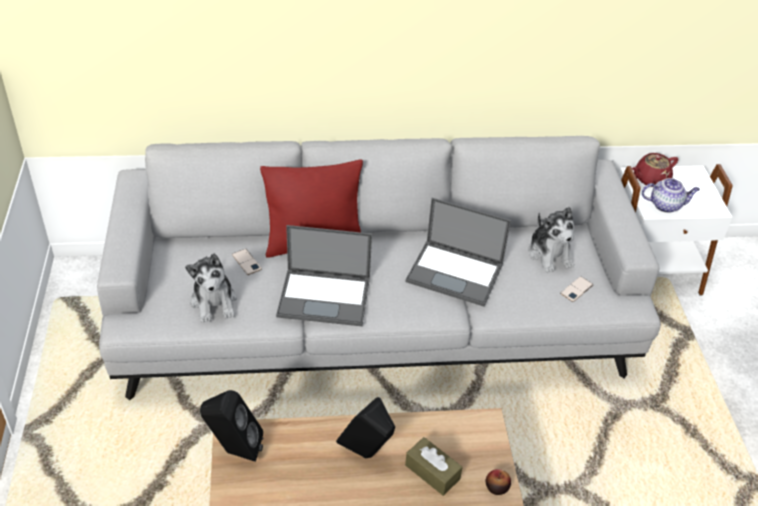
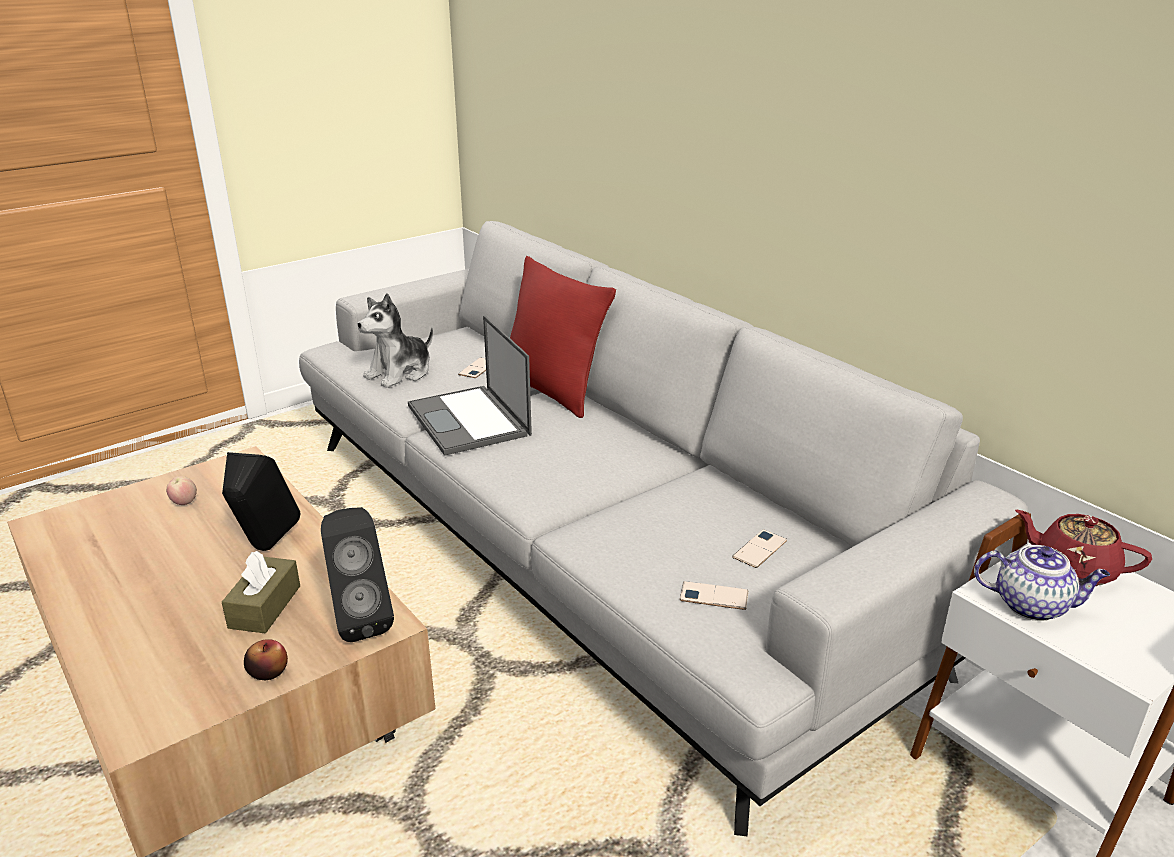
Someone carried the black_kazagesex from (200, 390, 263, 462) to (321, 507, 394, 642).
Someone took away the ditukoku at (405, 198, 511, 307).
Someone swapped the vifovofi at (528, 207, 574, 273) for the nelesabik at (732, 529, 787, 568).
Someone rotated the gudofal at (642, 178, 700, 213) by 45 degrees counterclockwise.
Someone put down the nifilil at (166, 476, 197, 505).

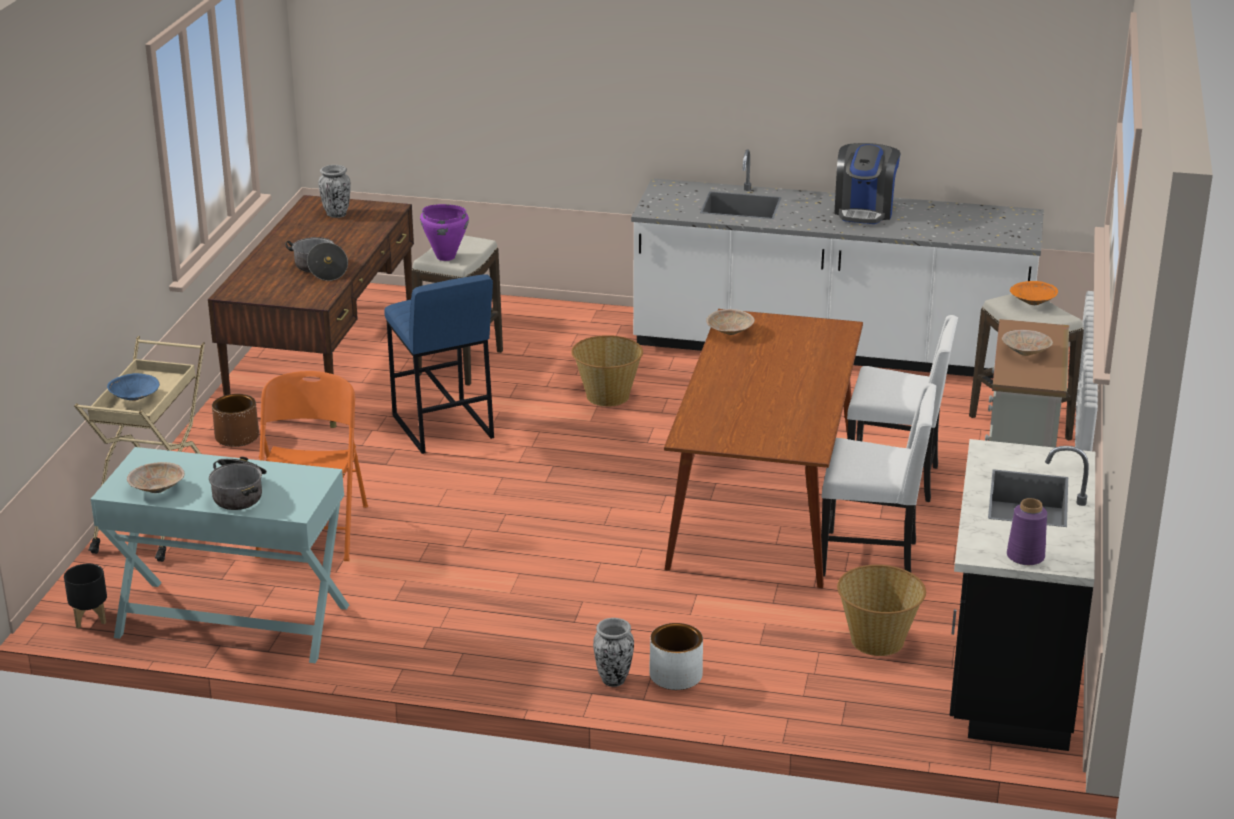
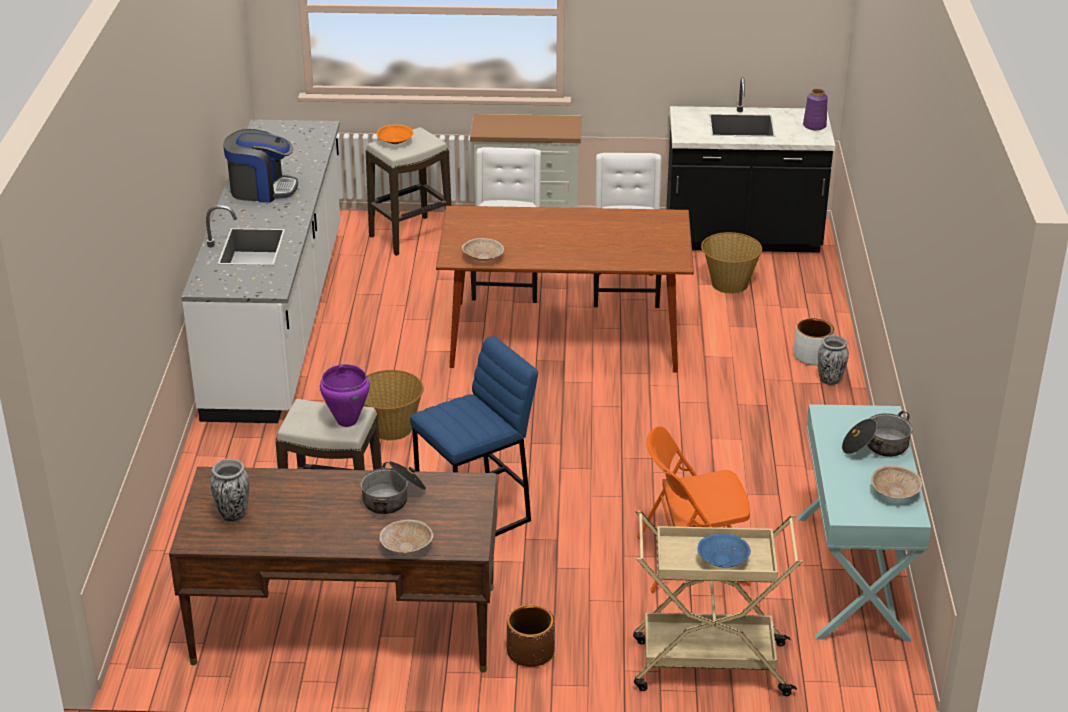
Someone took away the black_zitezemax at (64, 564, 107, 629).
Someone carried the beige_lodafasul from (1002, 330, 1053, 356) to (379, 520, 433, 553).

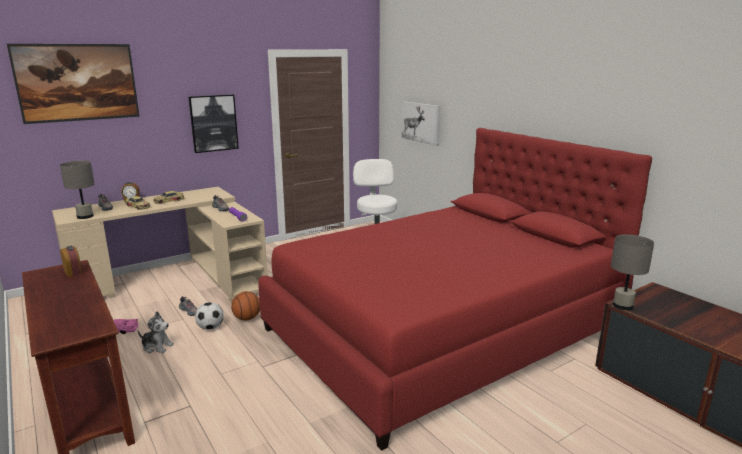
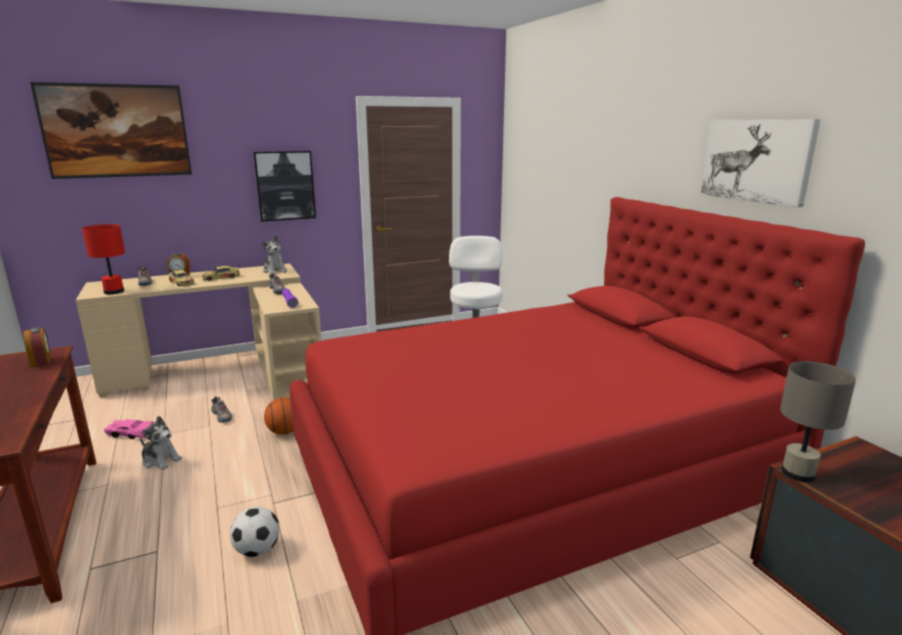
Someone repainted the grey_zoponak at (60, 161, 95, 219), which became the red_zoponak at (82, 224, 125, 294).
Someone carried the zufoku from (195, 302, 224, 330) to (230, 507, 280, 557).
Someone carried the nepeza from (402, 102, 441, 146) to (701, 119, 821, 208).
Someone put down the vifovofi at (261, 235, 287, 275).

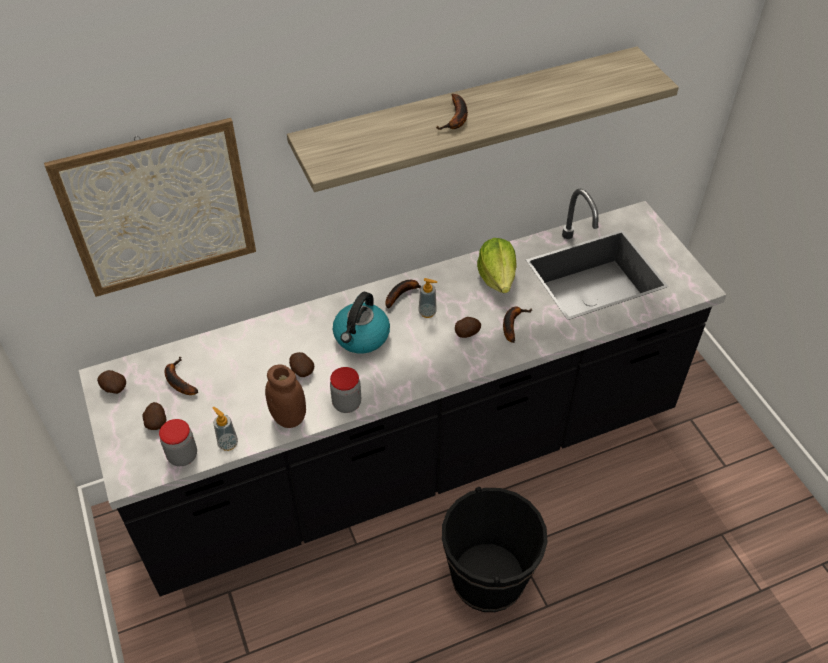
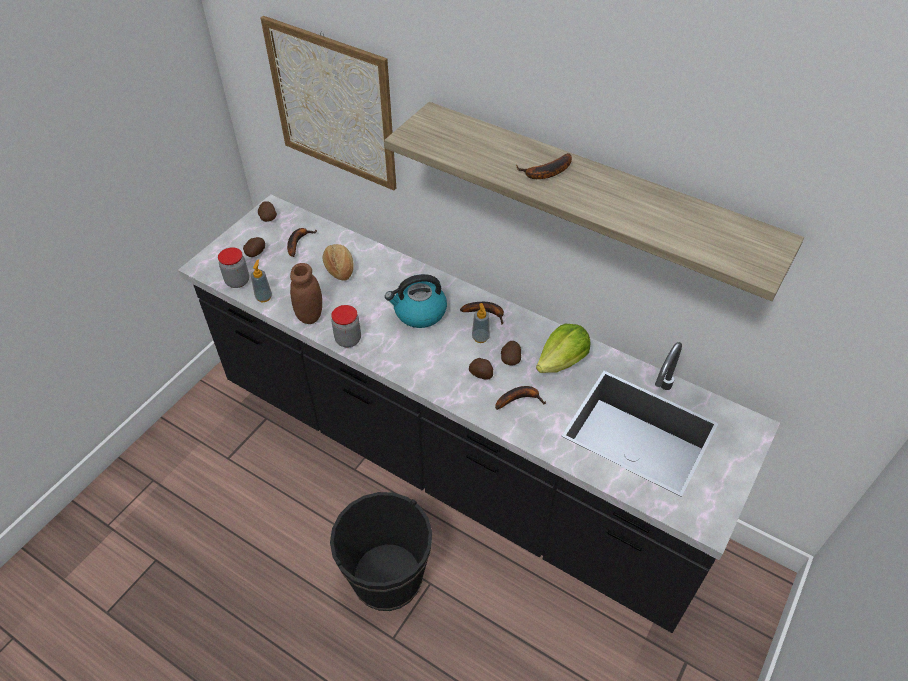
Someone carried the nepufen from (289, 352, 314, 377) to (501, 341, 521, 366).
Someone put down the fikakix at (323, 244, 354, 281).

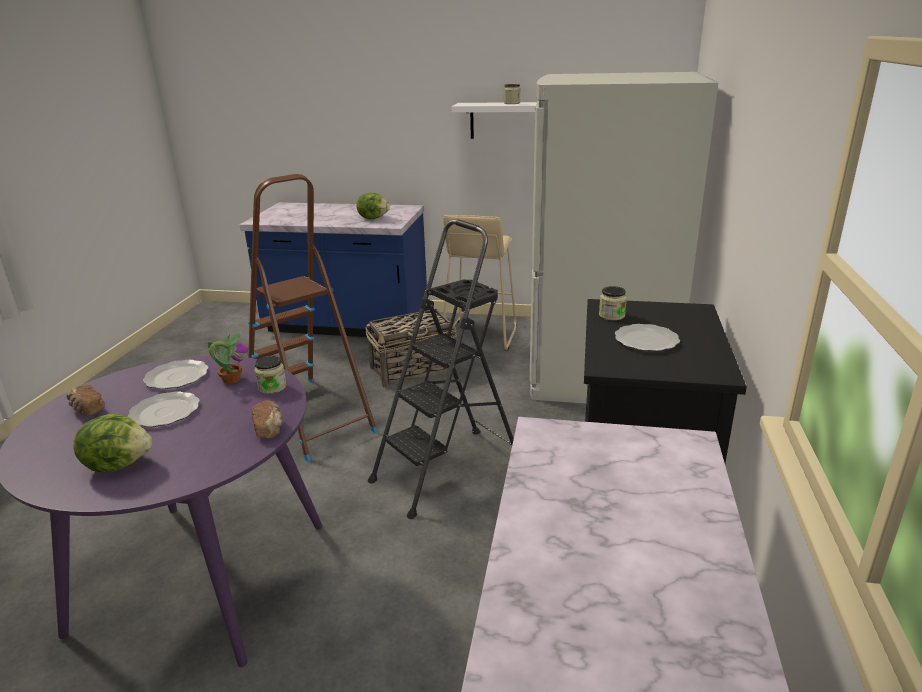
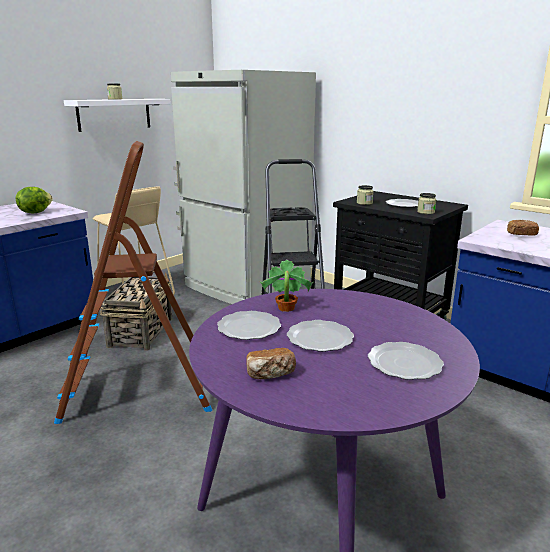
Someone swapped the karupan at (73, 413, 152, 472) for the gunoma at (368, 342, 444, 380).
Someone carried the fikakix from (251, 400, 283, 438) to (507, 220, 539, 236).
Someone carried the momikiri from (254, 356, 287, 394) to (417, 193, 436, 214).

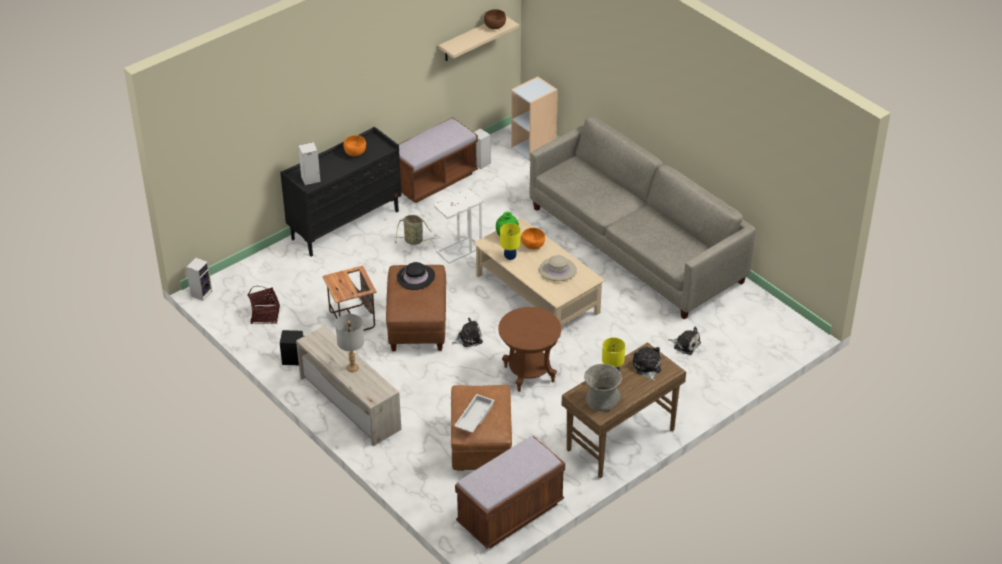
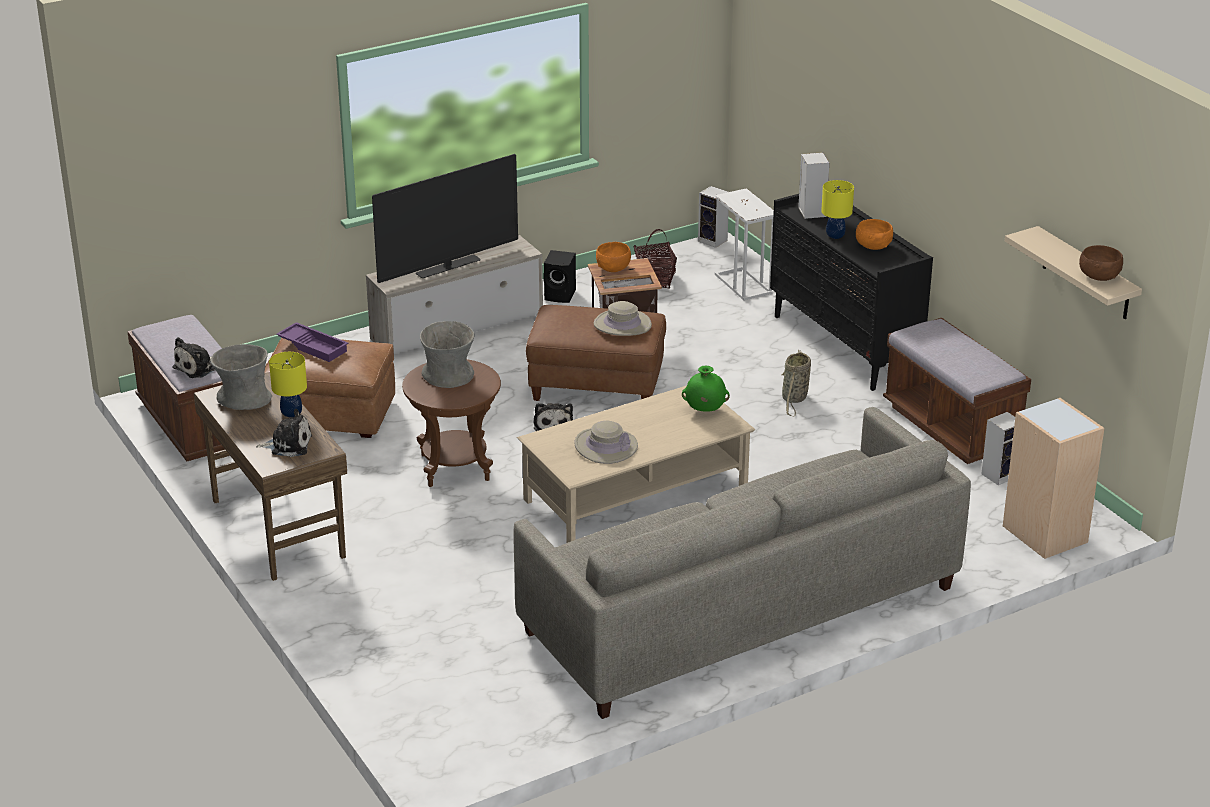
Someone swapped the grey_zoponak at (335, 314, 364, 372) for the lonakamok at (372, 154, 518, 283).
Someone repainted the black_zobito at (397, 262, 435, 290), which became the beige_zobito at (594, 301, 652, 336).
Someone carried the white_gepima from (434, 189, 483, 264) to (715, 189, 774, 301).
Someone repainted the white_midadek at (454, 394, 495, 433), which became the purple_midadek at (276, 322, 349, 362).
Someone carried the yellow_zoponak from (500, 223, 521, 260) to (821, 180, 854, 239).
Someone carried the orange_lodafasul from (521, 228, 545, 249) to (596, 242, 631, 272).
Someone carried the vifovofi from (668, 327, 701, 355) to (172, 337, 215, 378).
Someone put down the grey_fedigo at (420, 321, 475, 388).

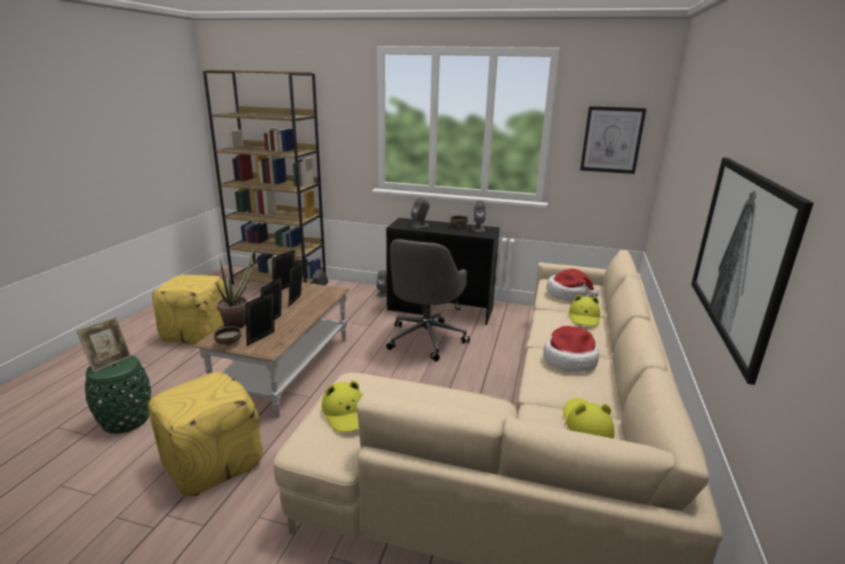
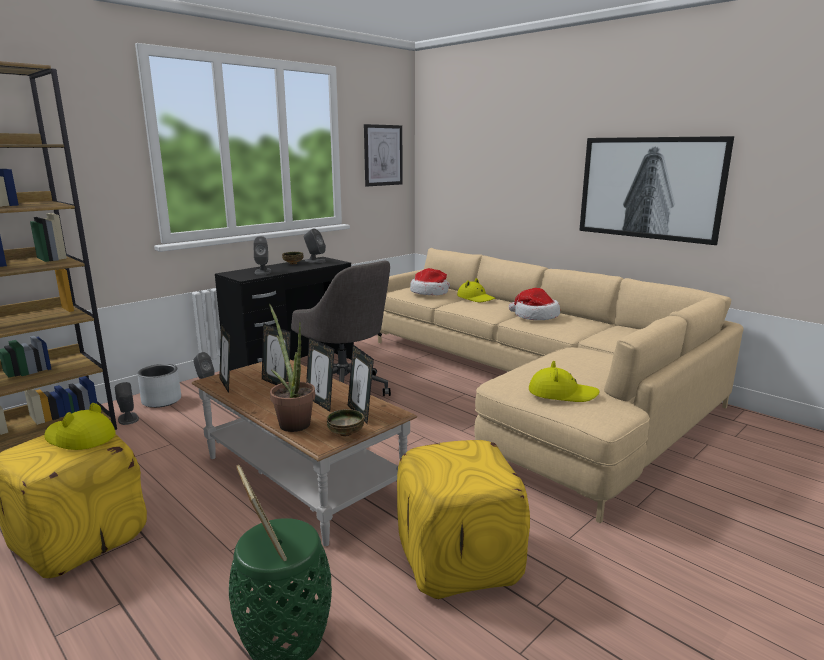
Someone carried the yellow_zobito from (563, 398, 614, 438) to (44, 403, 116, 450).
Someone put down the grey_zitezemax at (137, 364, 181, 408).

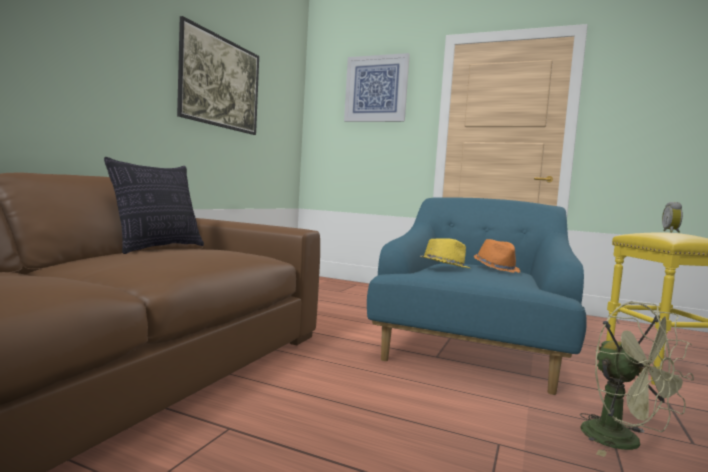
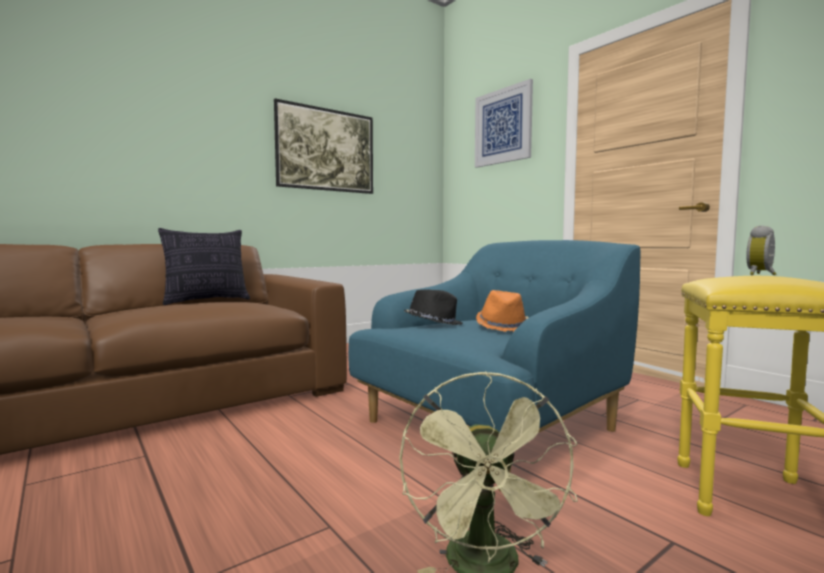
Someone repainted the yellow_zobito at (420, 238, 470, 268), which became the black_zobito at (404, 290, 463, 325).

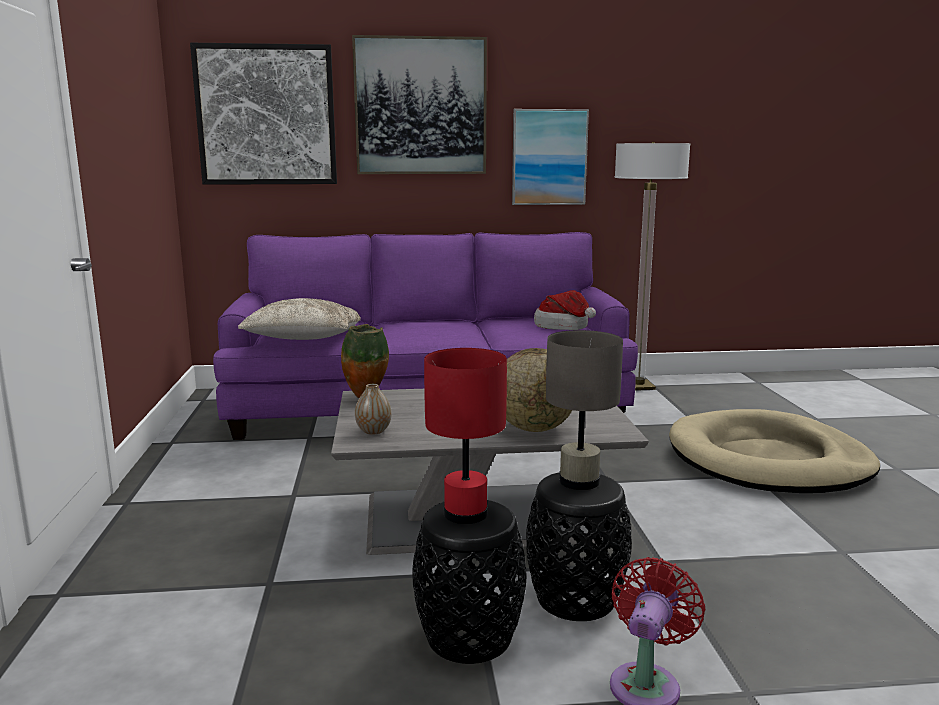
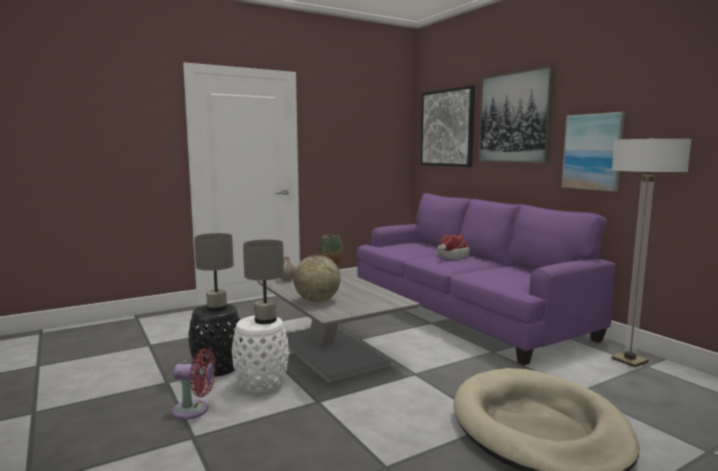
Someone took away the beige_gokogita at (238, 298, 361, 340).
Someone repainted the red_zoponak at (424, 348, 507, 524), which became the grey_zoponak at (194, 233, 233, 311).
Someone repainted the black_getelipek at (526, 473, 632, 621), which became the white_getelipek at (232, 316, 289, 395).
Someone carried the zobito from (534, 290, 596, 330) to (438, 235, 470, 259).

